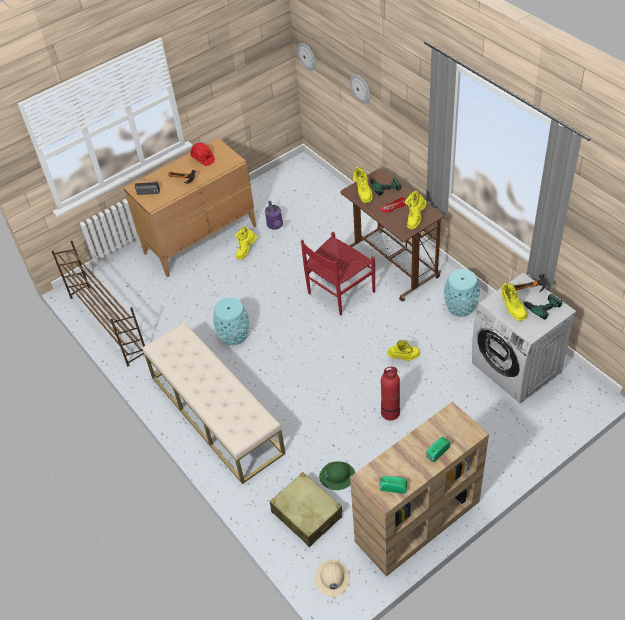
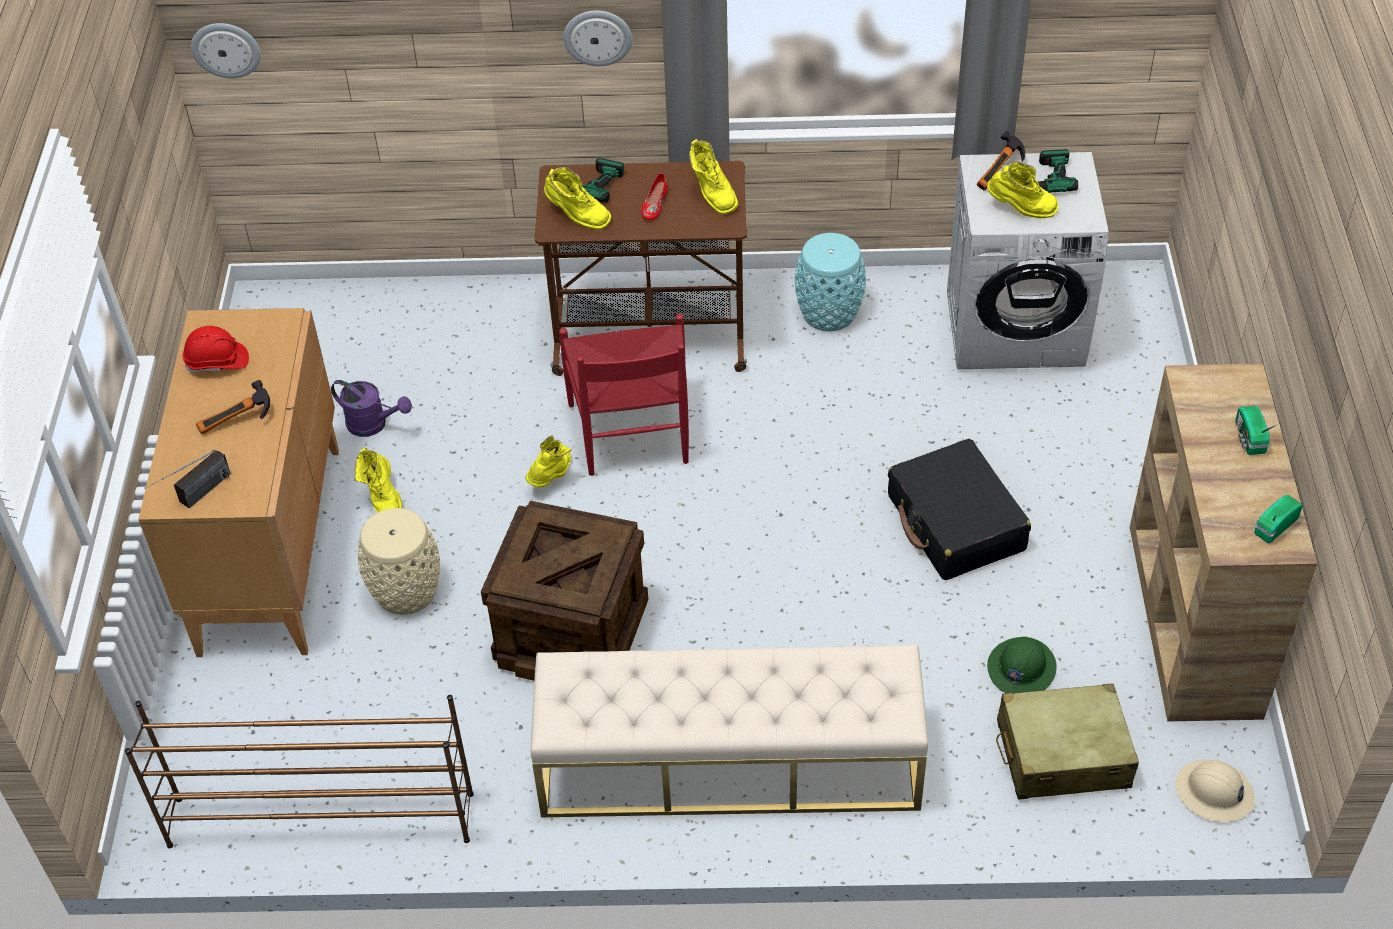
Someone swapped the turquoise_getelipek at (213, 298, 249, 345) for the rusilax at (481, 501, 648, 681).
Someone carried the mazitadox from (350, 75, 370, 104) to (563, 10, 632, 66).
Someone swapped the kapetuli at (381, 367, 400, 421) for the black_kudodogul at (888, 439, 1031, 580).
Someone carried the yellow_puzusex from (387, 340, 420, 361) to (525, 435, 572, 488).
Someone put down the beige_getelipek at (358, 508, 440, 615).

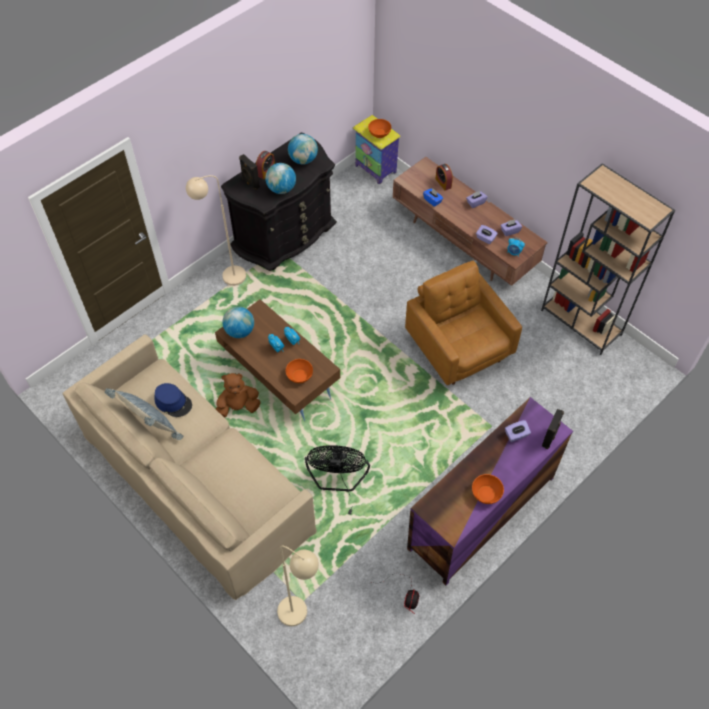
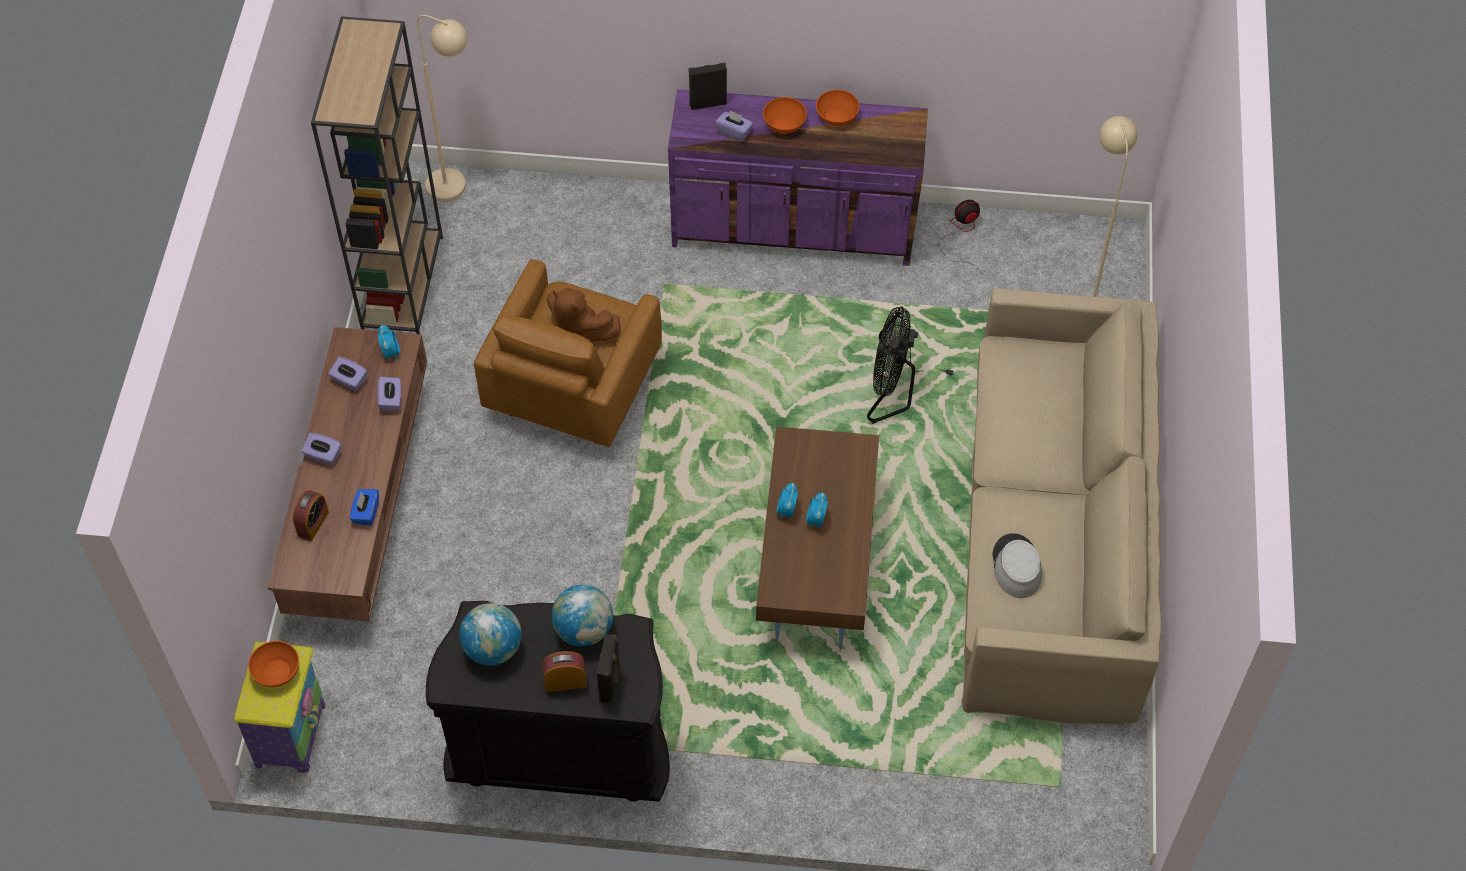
Someone took away the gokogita at (105, 388, 183, 440).
Someone repainted the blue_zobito at (154, 383, 192, 417), which became the grey_zobito at (992, 533, 1042, 598).
Someone carried the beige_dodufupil from (186, 175, 246, 286) to (417, 15, 467, 202).
Someone carried the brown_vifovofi from (216, 373, 261, 418) to (547, 288, 621, 342).
Someone took away the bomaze at (222, 307, 254, 338).
Someone carried the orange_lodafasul from (286, 359, 313, 383) to (763, 97, 807, 134).
Someone rotated the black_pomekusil at (305, 445, 370, 514) by 45 degrees clockwise.

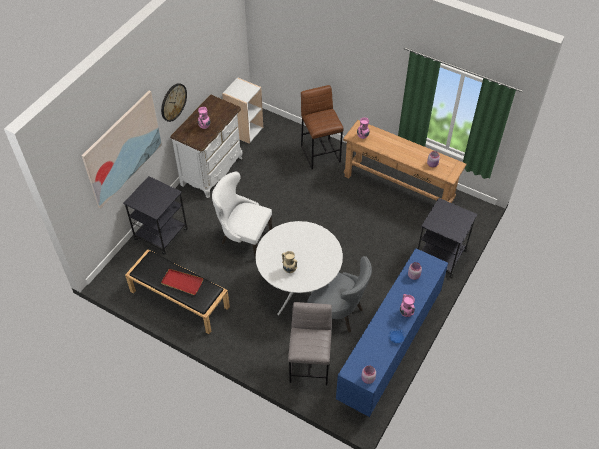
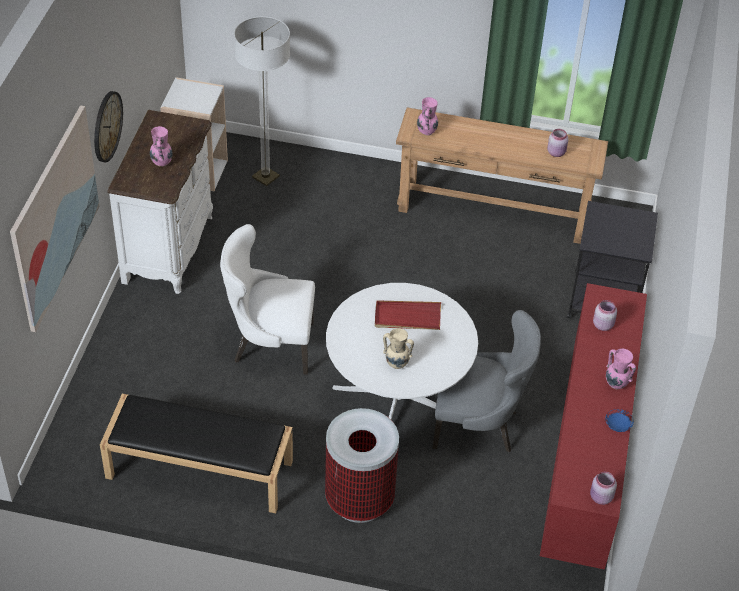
Someone took away the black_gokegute at (123, 176, 188, 255).
Someone carried the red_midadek from (161, 269, 203, 295) to (375, 300, 441, 330).
Someone took away the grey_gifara at (288, 302, 332, 385).
Someone took away the brown_getelipek at (301, 85, 344, 169).
Someone repainted the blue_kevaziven at (336, 248, 448, 417), which became the red_kevaziven at (540, 283, 647, 570).
Someone put down the dodufupil at (234, 16, 290, 186).
Someone put down the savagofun at (325, 408, 399, 523).

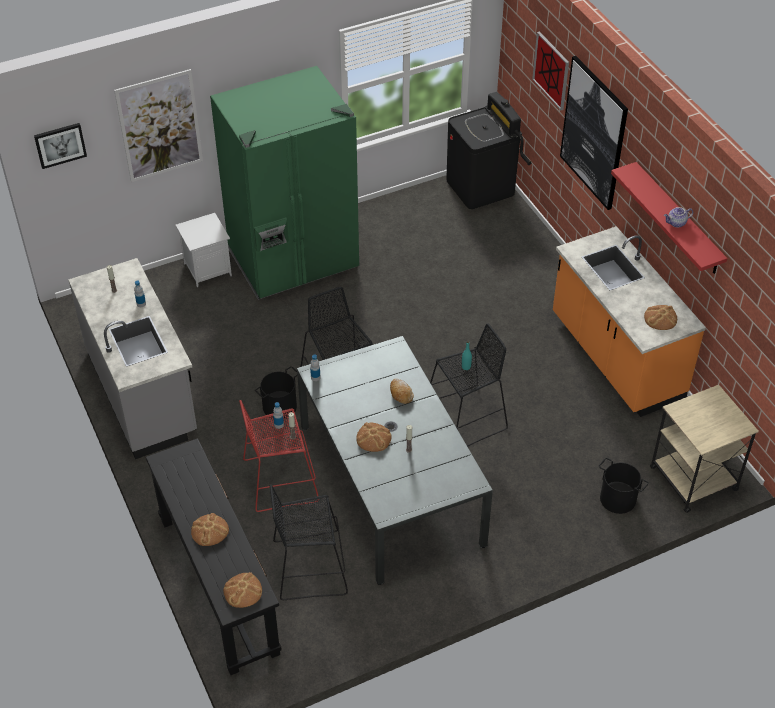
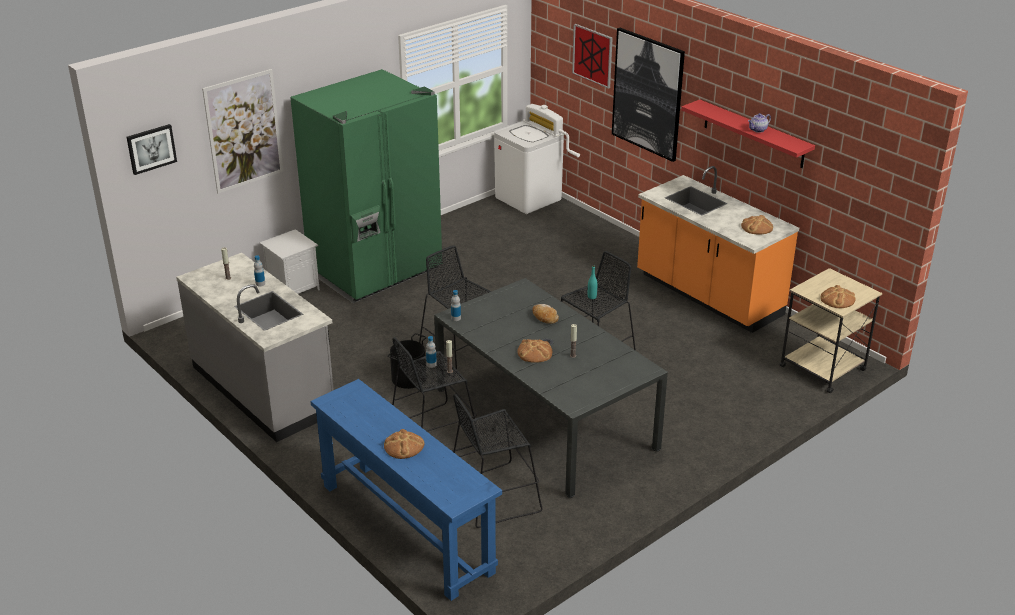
Someone repainted the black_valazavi at (146, 438, 282, 675), which became the blue_valazavi at (310, 379, 502, 601).
Someone carried the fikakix from (223, 572, 262, 608) to (820, 285, 856, 308).
Someone repainted the red_getelipek at (239, 400, 319, 512), which became the black_getelipek at (392, 337, 480, 452).
Someone repainted the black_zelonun at (446, 92, 532, 209), which became the white_zelonun at (494, 104, 580, 214).
Someone took away the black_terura at (599, 458, 649, 514).

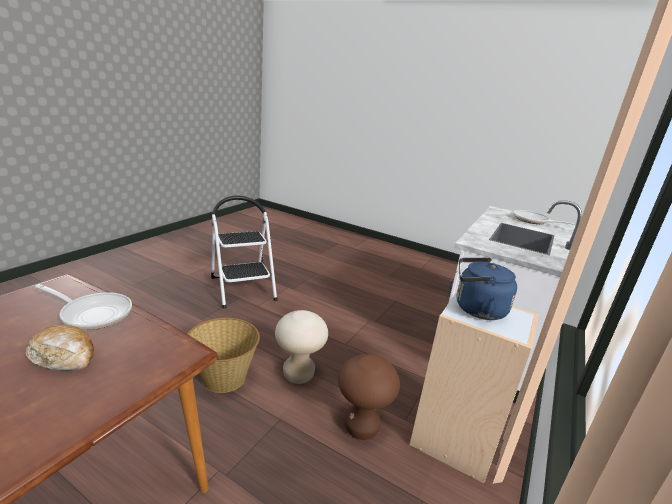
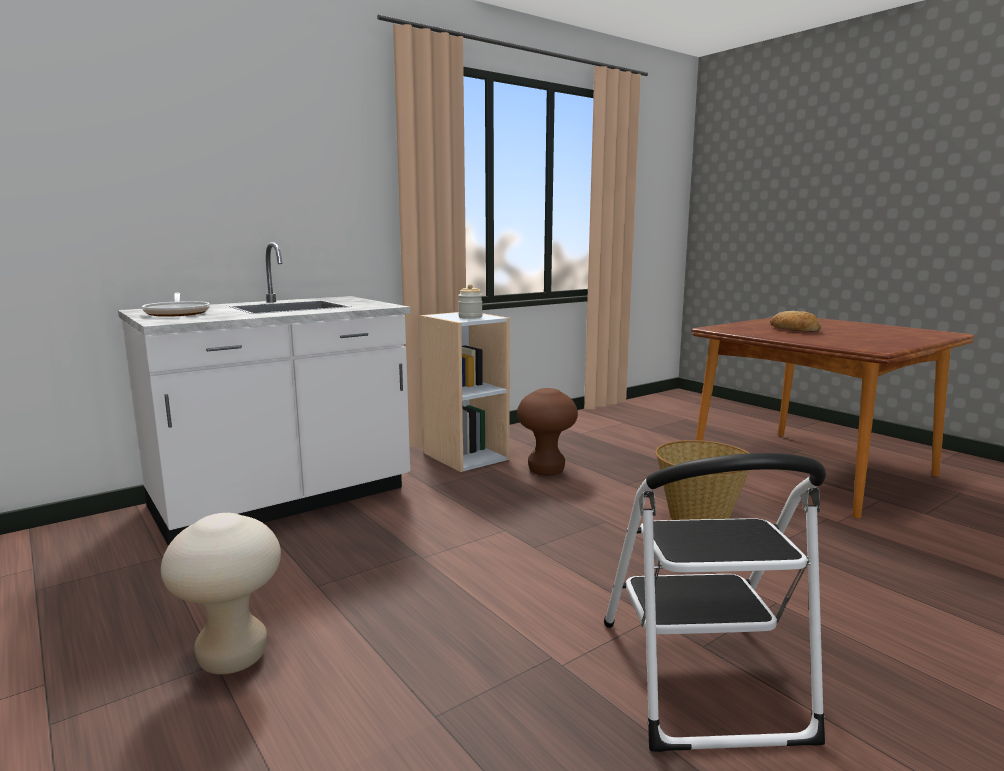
Someone took away the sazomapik at (35, 284, 132, 330).
Someone carried the beige_getelipek from (275, 310, 328, 384) to (161, 513, 281, 674).
Someone swapped the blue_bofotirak at (457, 258, 517, 320) for the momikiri at (458, 284, 483, 319).

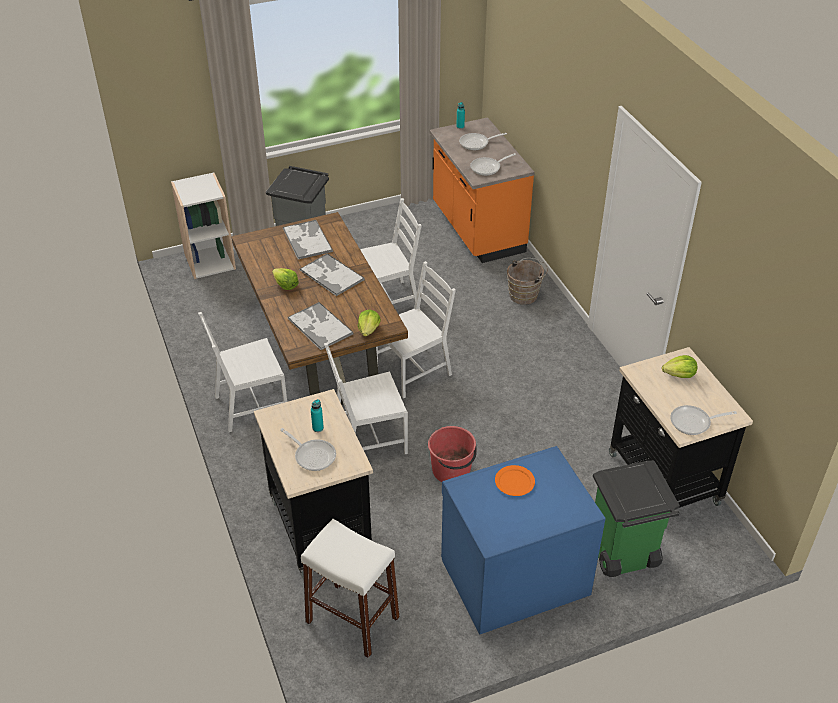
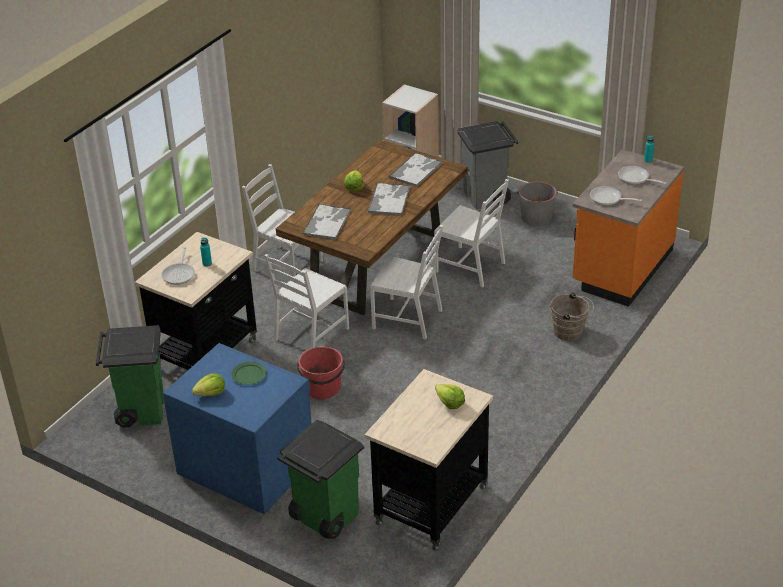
Someone swapped the white_getelipek at (301, 519, 400, 658) for the green_savagofun at (96, 325, 164, 428).
Someone rotated the white_gifara at (324, 343, 408, 454) by 90 degrees counterclockwise.
Someone carried the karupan from (358, 309, 381, 337) to (192, 373, 225, 396).
Someone repainted the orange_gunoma at (495, 465, 535, 496), which became the green_gunoma at (231, 361, 267, 385).
Someone took away the sazomapik at (670, 405, 737, 435).
Someone put down the grey_terura at (517, 181, 558, 226).

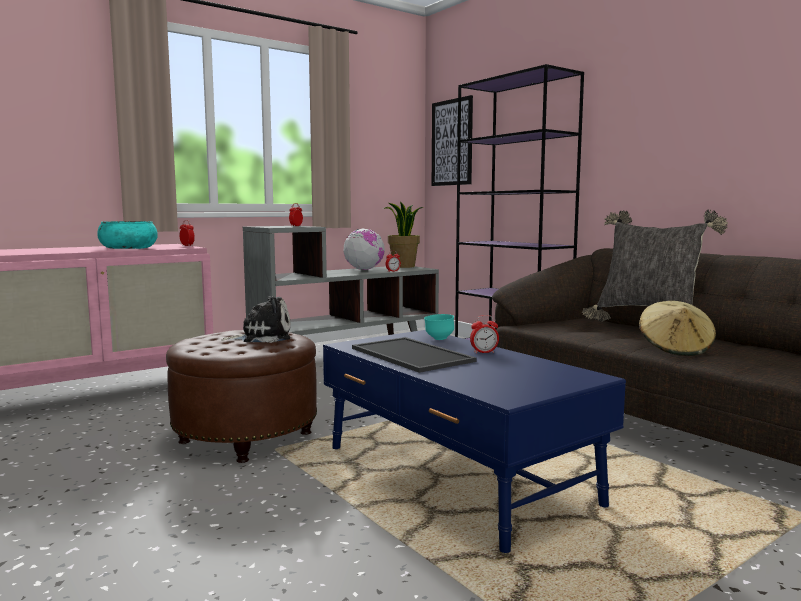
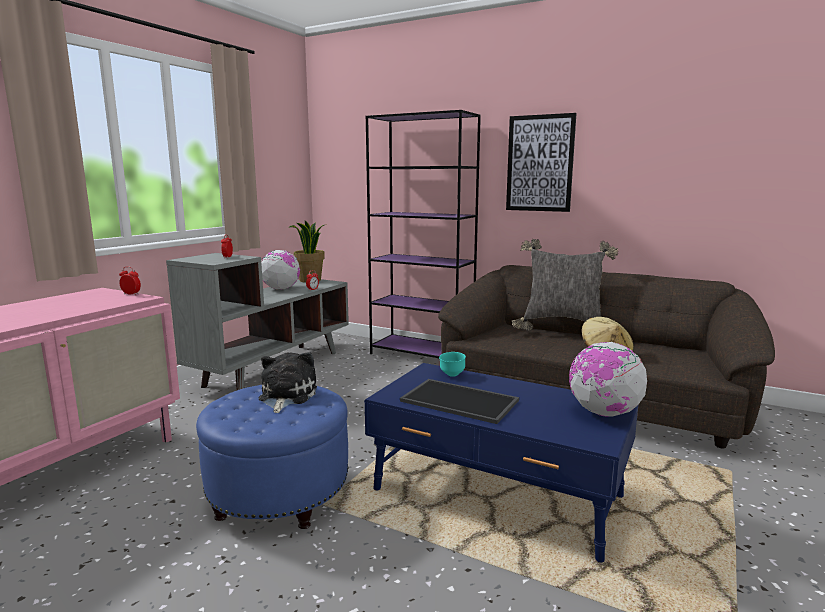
Someone took away the turquoise_lodafasul at (97, 221, 158, 249).
Someone repainted the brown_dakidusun at (166, 330, 317, 463), which became the blue_dakidusun at (196, 385, 348, 529).
Someone rotated the vifovofi at (221, 296, 291, 343) by 45 degrees counterclockwise.
Someone carried the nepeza from (432, 95, 473, 186) to (506, 113, 577, 212).
Someone took away the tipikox at (470, 315, 499, 353).
Someone put down the bomaze at (569, 342, 647, 417).

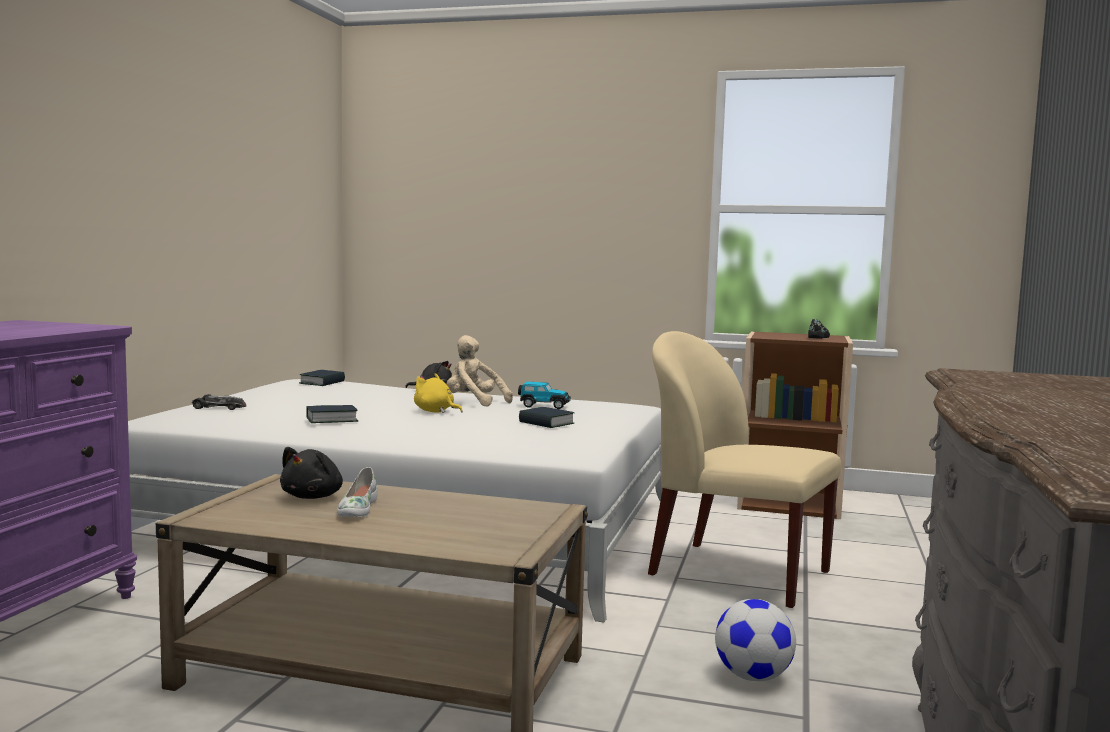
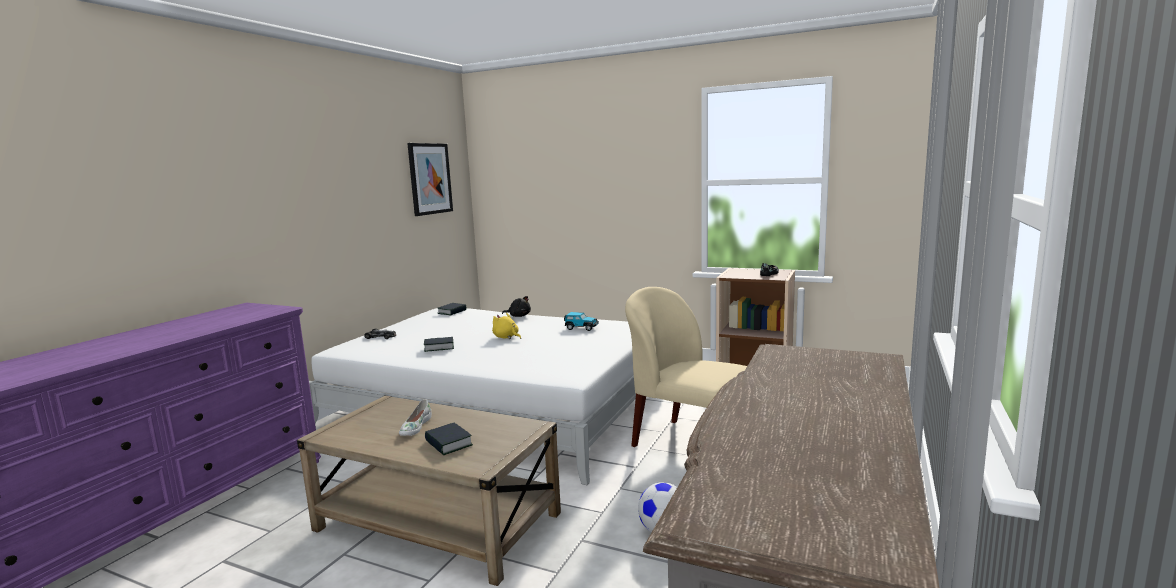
Someone took away the black_vifovofi at (280, 447, 343, 499).
Someone took away the beige_vifovofi at (447, 335, 513, 407).
Someone carried the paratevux from (519, 407, 575, 428) to (425, 423, 473, 455).
Someone put up the nepeza at (407, 143, 453, 216).

